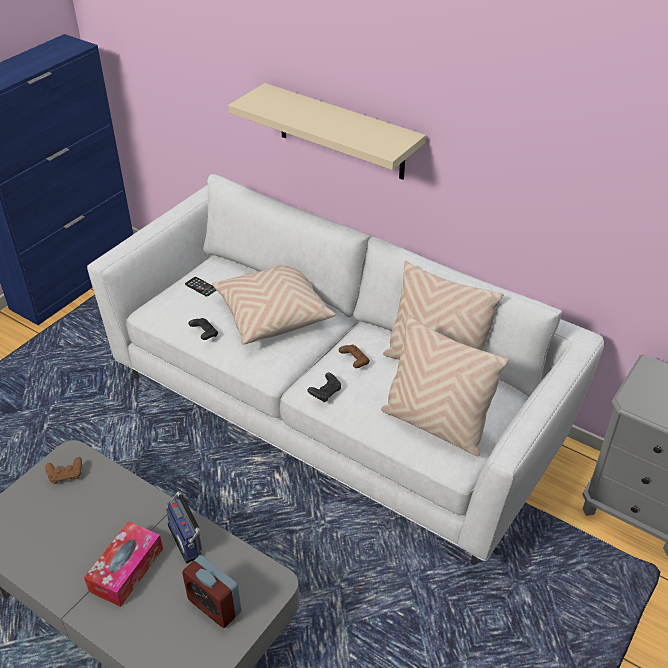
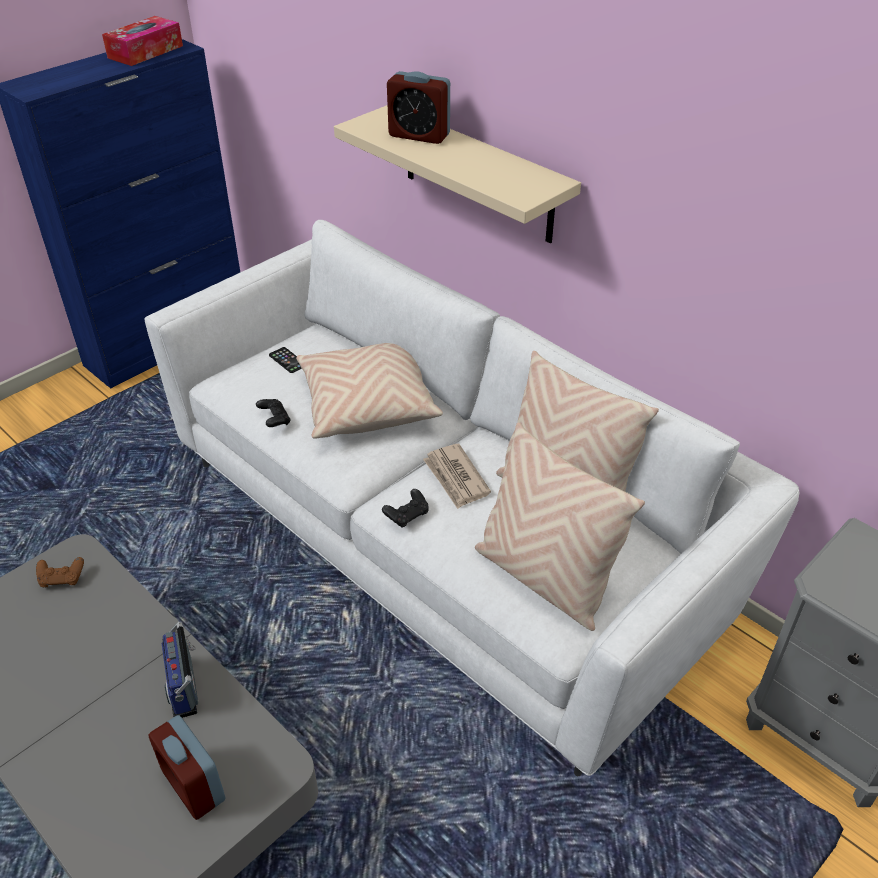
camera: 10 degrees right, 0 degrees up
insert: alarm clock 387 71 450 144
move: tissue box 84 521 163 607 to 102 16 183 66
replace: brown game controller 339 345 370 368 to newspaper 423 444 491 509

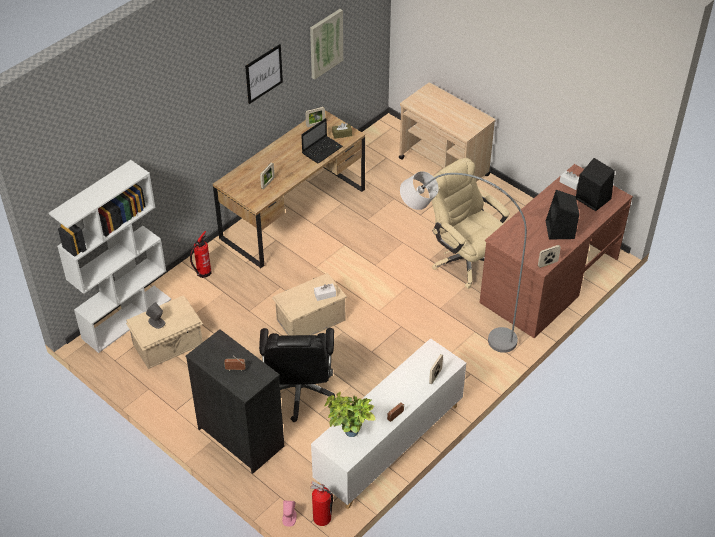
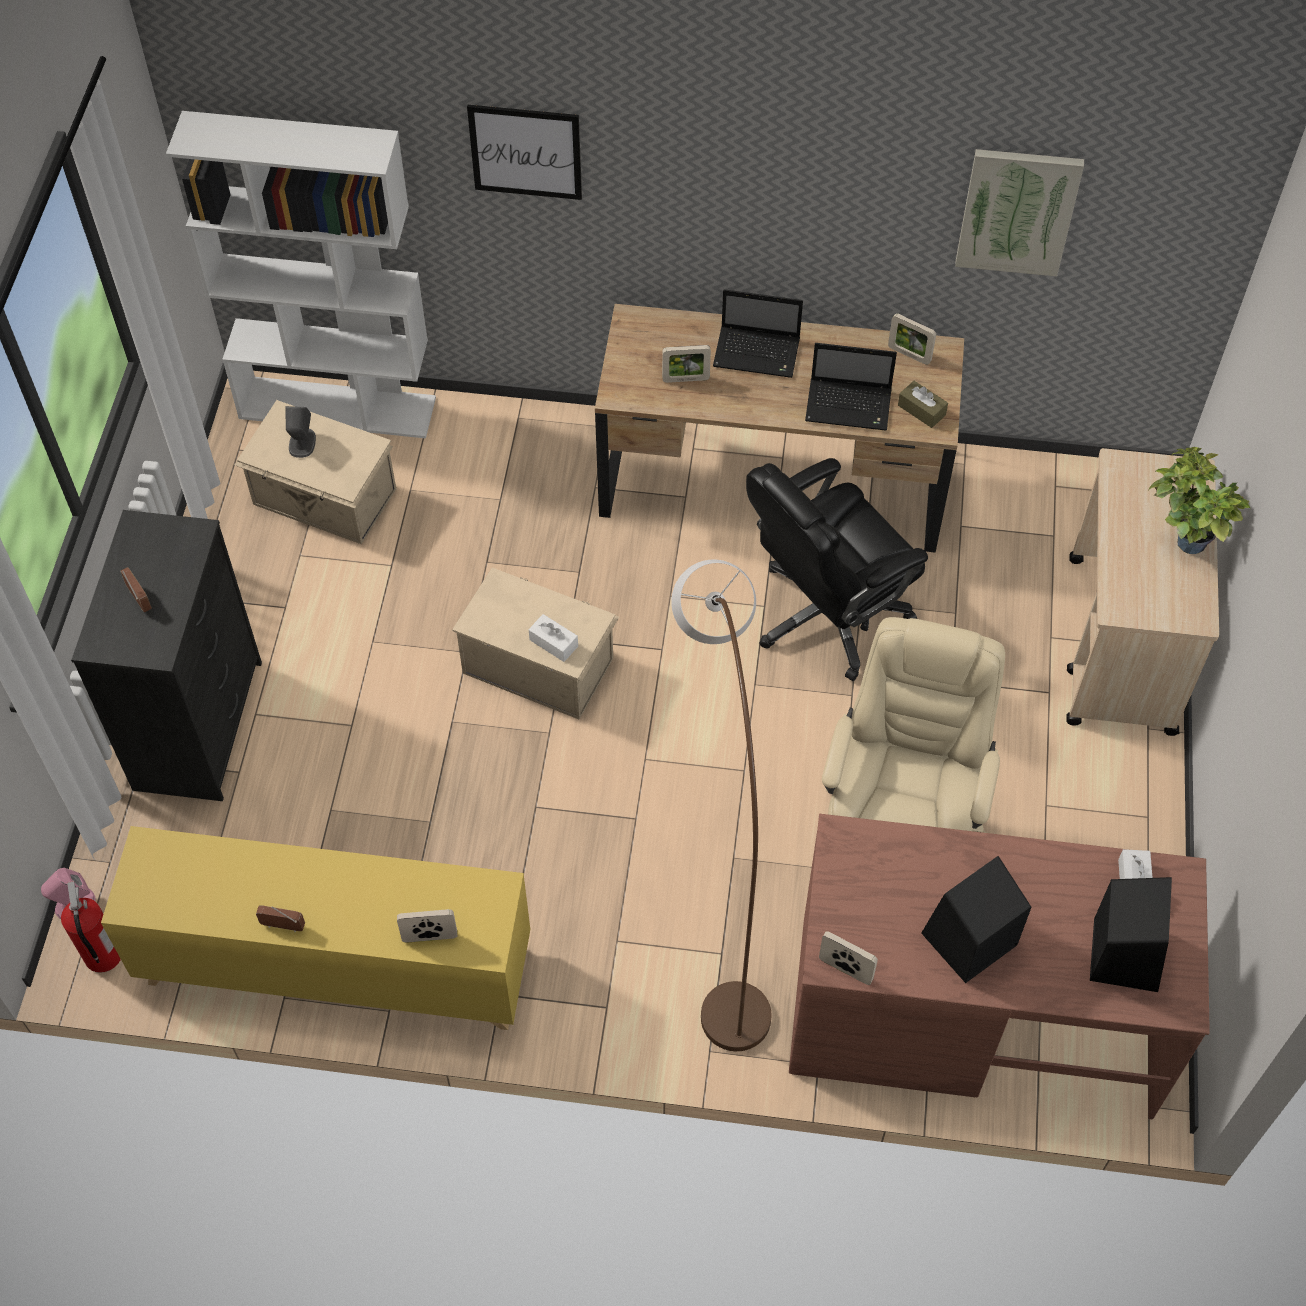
camera: 55 degrees right, 10 degrees up
delete: fire extinguisher 190 231 212 278
insert: laptop 713 289 803 378
move: picture 245 44 283 104 to 467 105 582 200; black office chair 259 328 335 422 to 746 458 928 681; potted plant 324 392 376 437 to 1148 447 1251 554
recolor: grey floor lamp 400 171 527 353 to brown floor lamp 671 559 772 1051; white cabinet 311 338 466 509 to yellow cabinet 101 826 530 1030

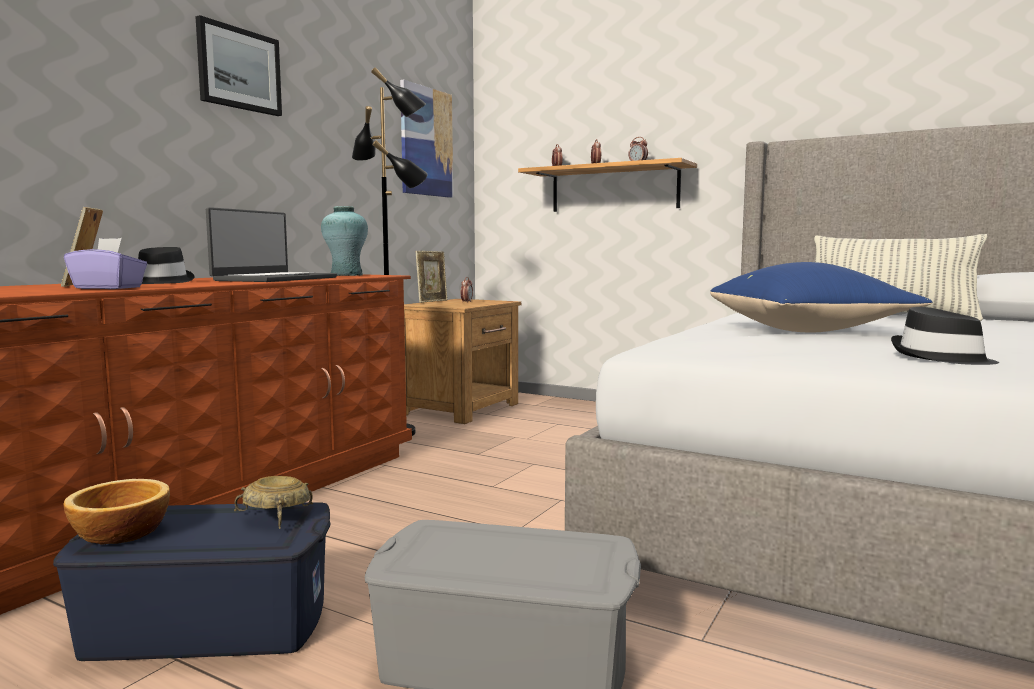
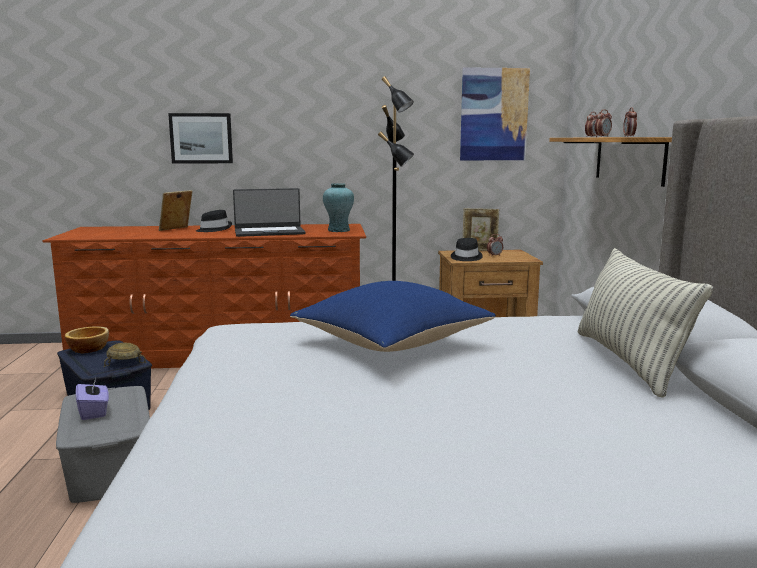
camera: 55 degrees right, 5 degrees up
move: picture 195 15 282 116 to 168 113 233 164; purple tissue box 64 238 147 289 to 75 378 109 420; black hat 891 307 999 365 to 451 238 483 261

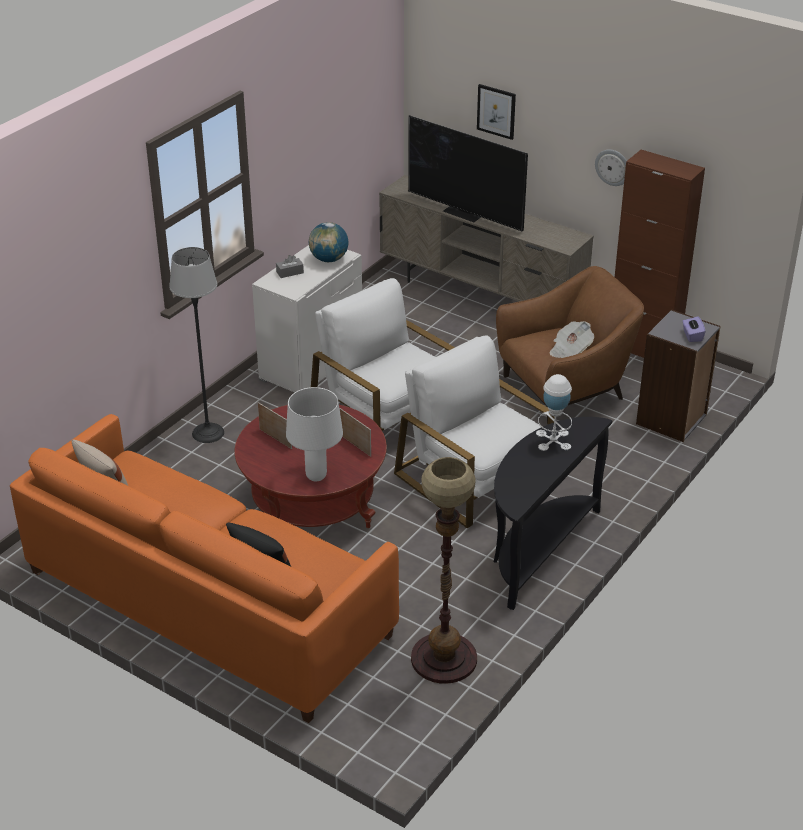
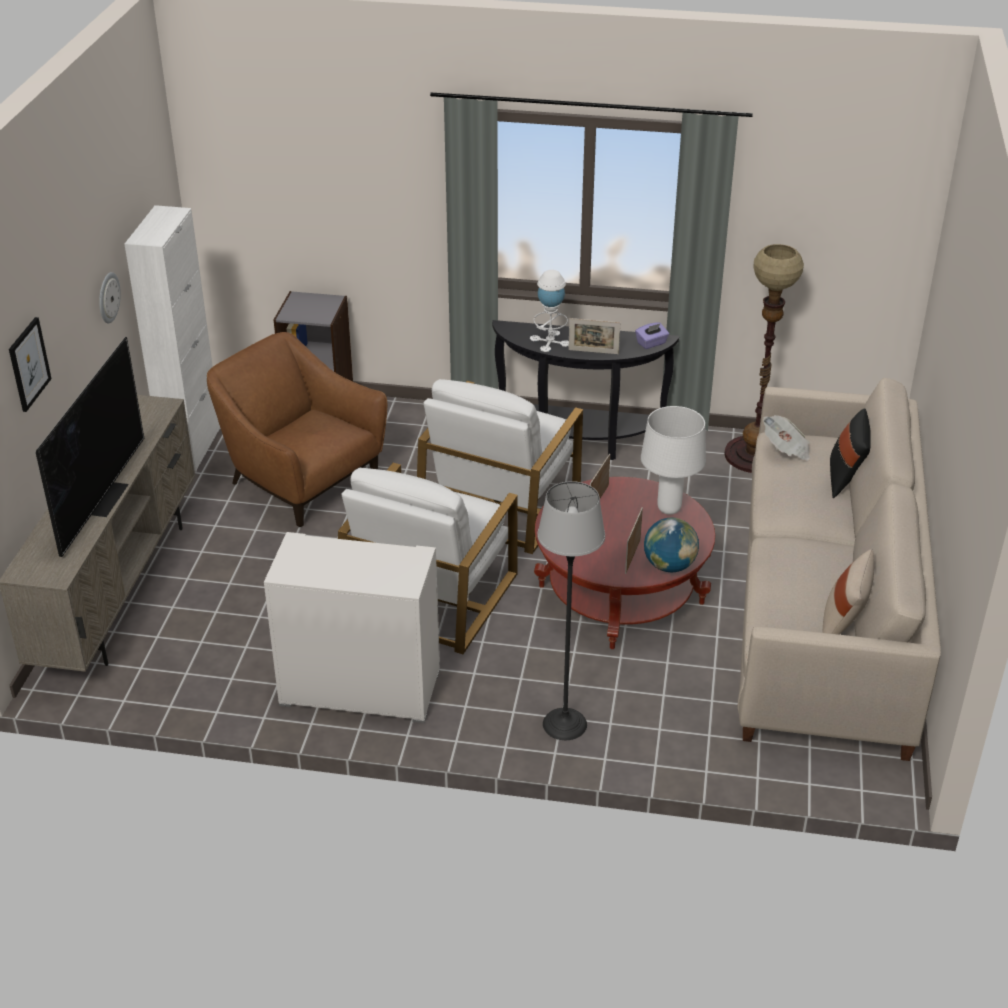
camera: 115 degrees left, 0 degrees up
delete: grey tissue box 276 255 304 278
insert: picture frame 568 318 620 354
move: globe 309 222 349 262 to 644 518 699 572; purple tissue box 682 317 705 342 to 635 322 669 349; newspaper 549 321 594 358 to 763 415 810 461
recolor: brown cabinet 615 150 705 358 to white cabinet 124 205 221 472; orange sofa 10 414 399 723 to beige sofa 737 378 941 761

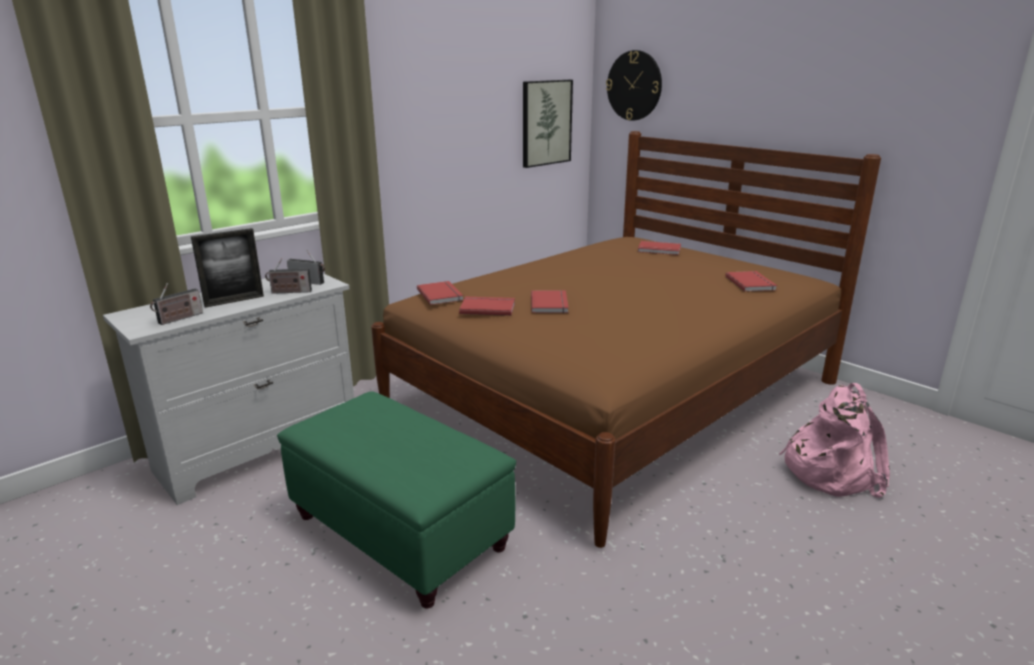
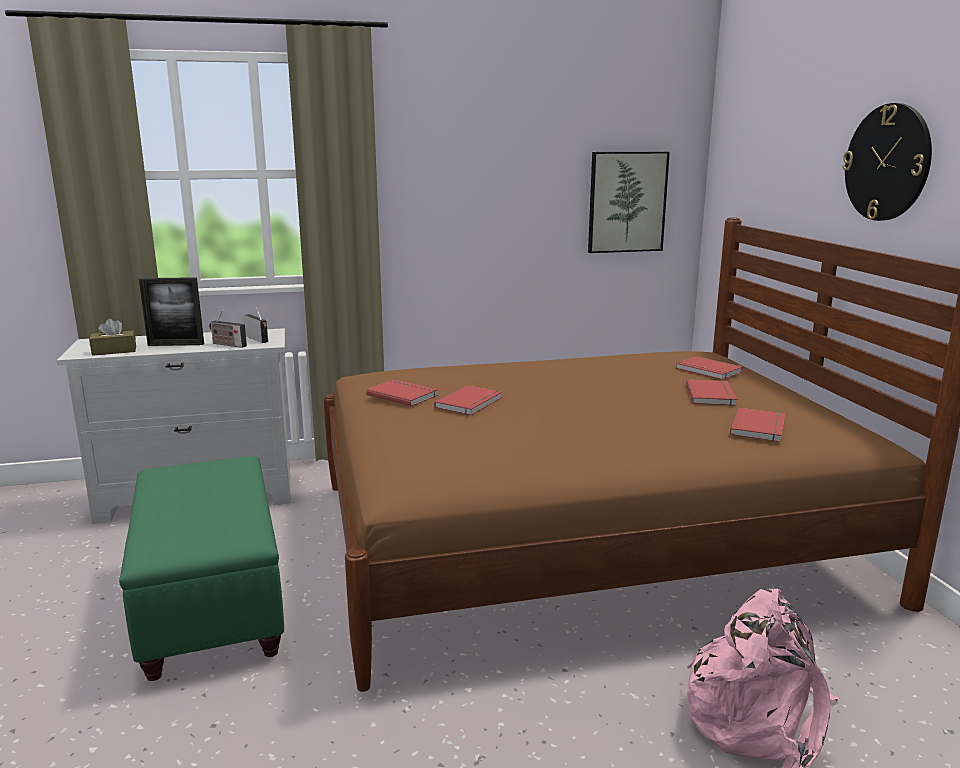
camera: 30 degrees right, 5 degrees down
move: wall clock 606 50 662 121 to 842 103 932 221; red book 417 281 464 305 to 686 380 737 406
replace: radio 150 283 203 325 to brown tissue box 89 318 136 356

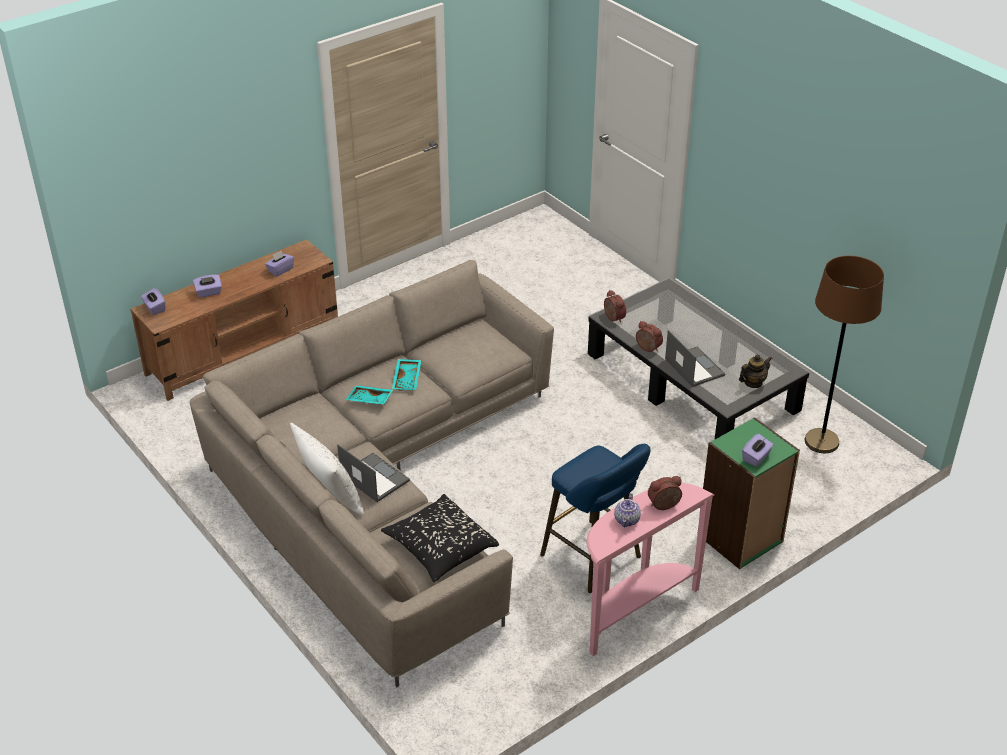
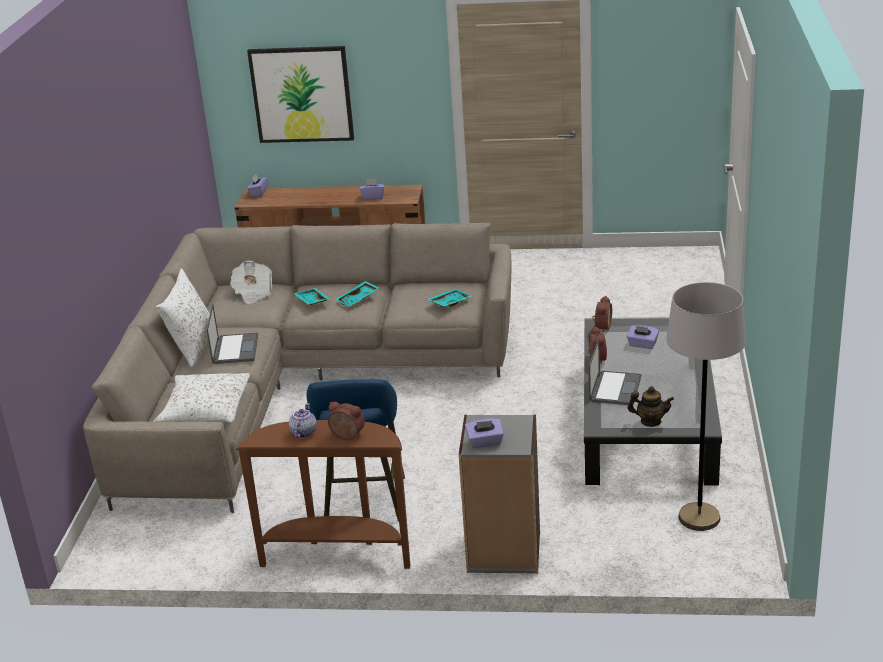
camera: 45 degrees right, 10 degrees down
insert: picture 247 46 354 143; newspaper 230 261 272 304; turquoise tray 428 289 472 307
move: purple tissue box 193 274 222 298 to 627 325 659 349
recolor: brown floor lamp 805 256 884 453 to grey floor lamp 666 282 746 531; green bookcase 697 417 800 569 to grey bookcase 459 415 540 574; pink console table 587 483 714 656 to brown console table 236 420 410 569; black pillow 381 494 499 582 to white pillow 154 373 250 423
rotate: teapot 614 493 641 527 = 289 403 317 438 135 degrees clockwise

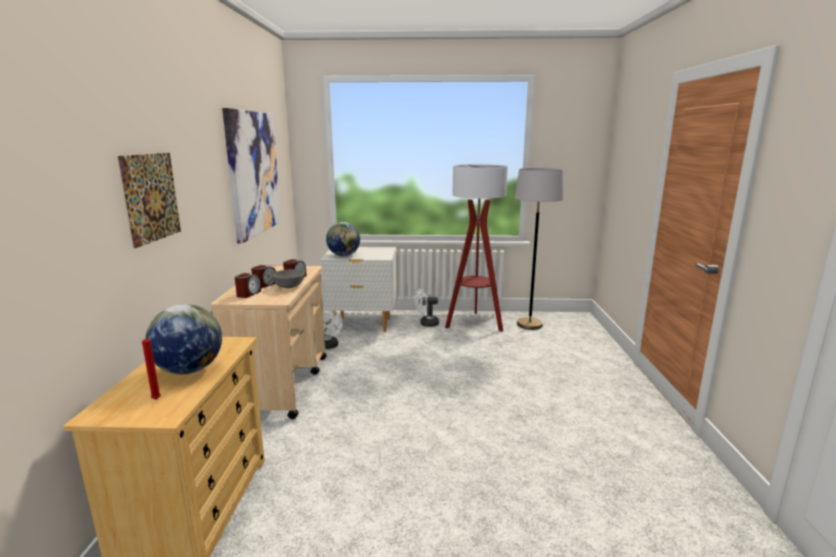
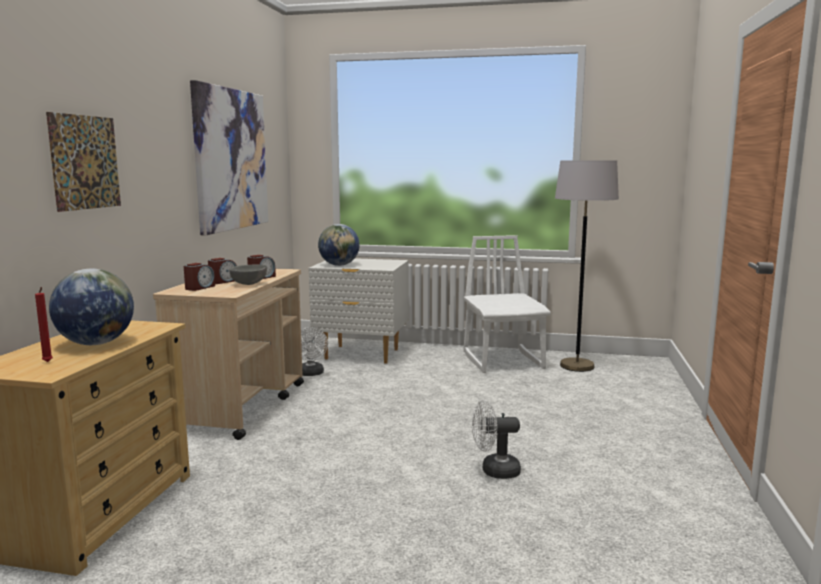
camera: 10 degrees right, 5 degrees down
move: white fan 414 289 439 327 to 472 400 521 479
replace: floor lamp 445 164 508 332 to white chair 463 235 551 373

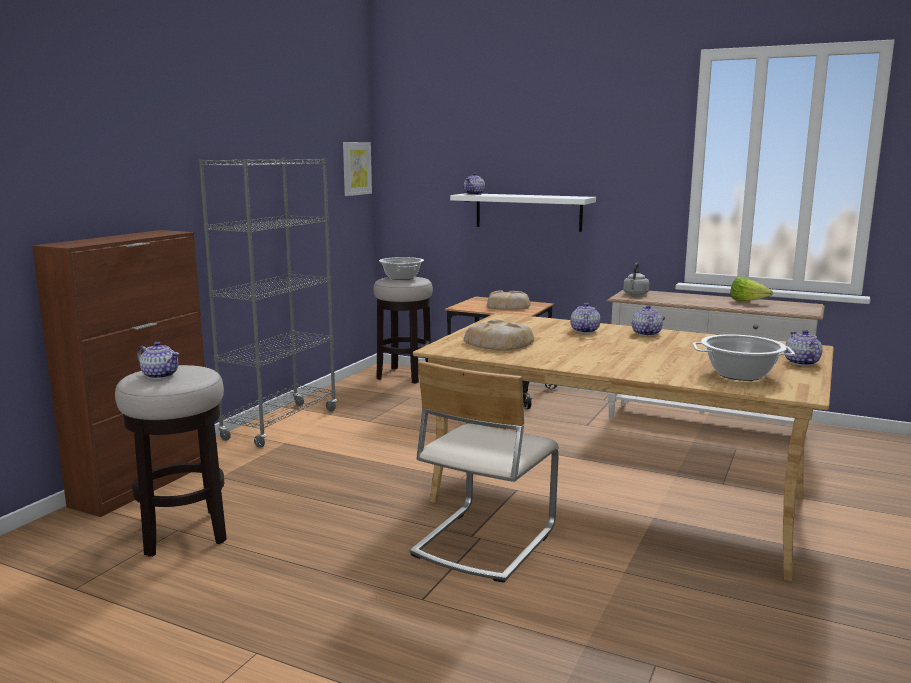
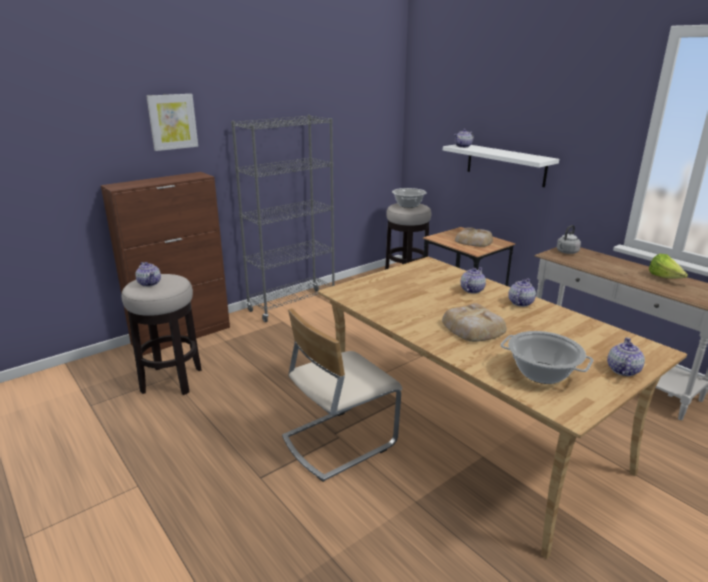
camera: 25 degrees right, 10 degrees up
move: picture 343 142 372 196 to 146 94 198 151; bread 464 320 534 351 to 442 303 507 342

